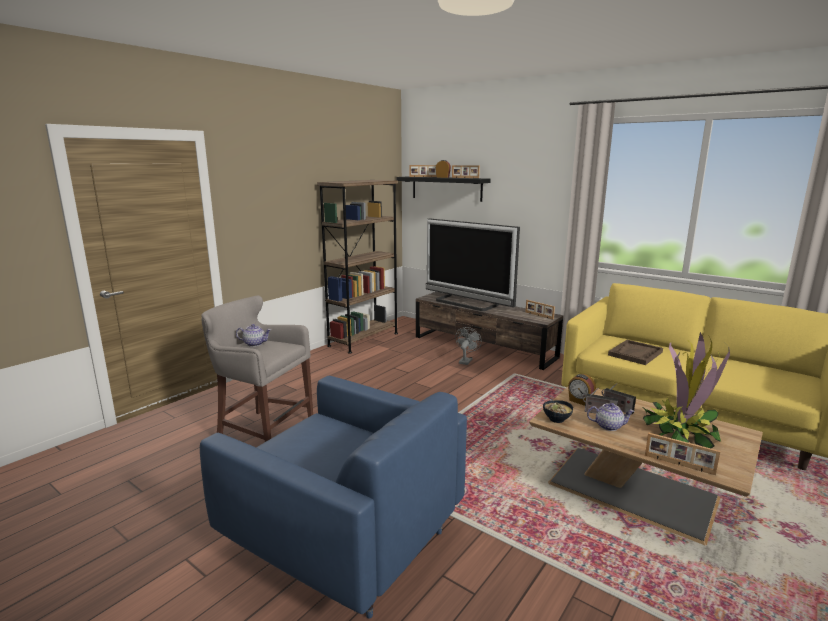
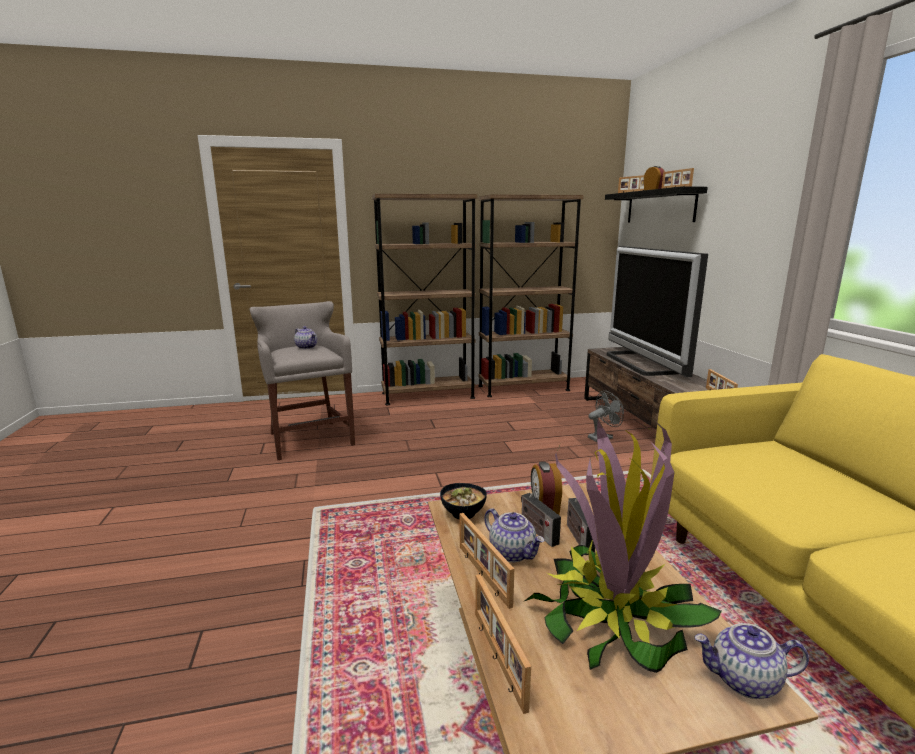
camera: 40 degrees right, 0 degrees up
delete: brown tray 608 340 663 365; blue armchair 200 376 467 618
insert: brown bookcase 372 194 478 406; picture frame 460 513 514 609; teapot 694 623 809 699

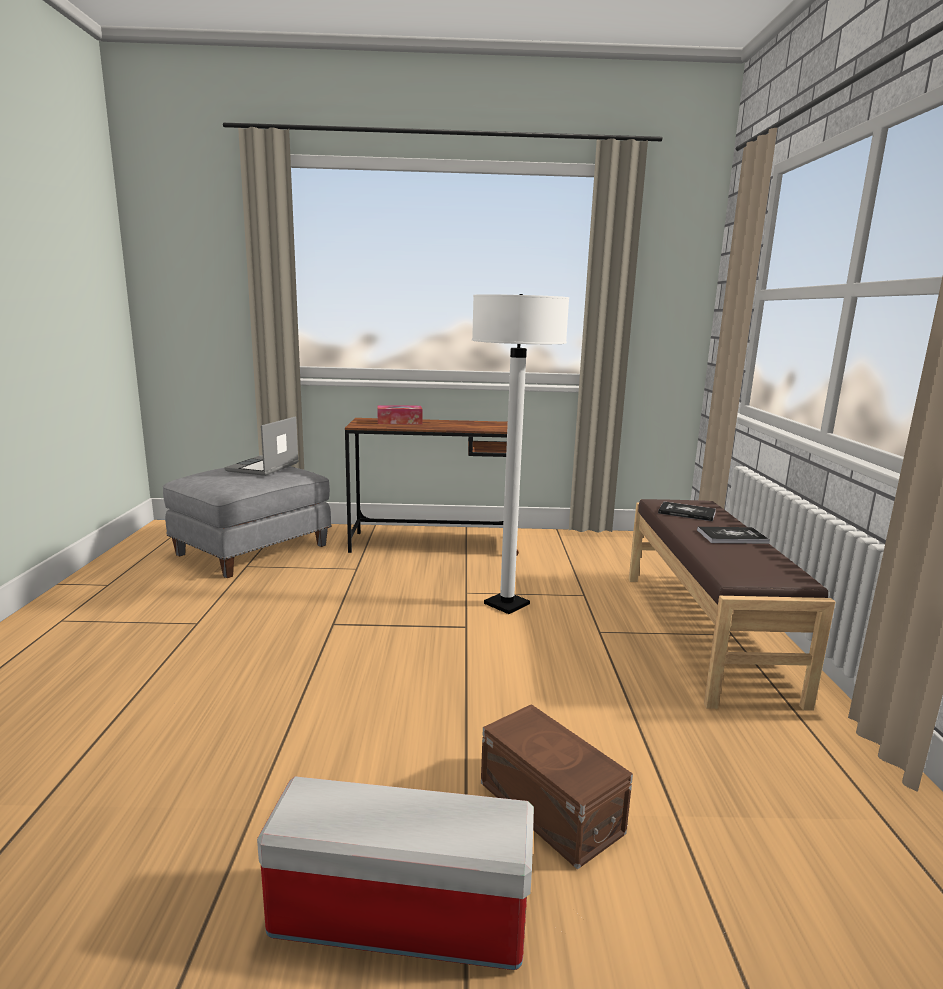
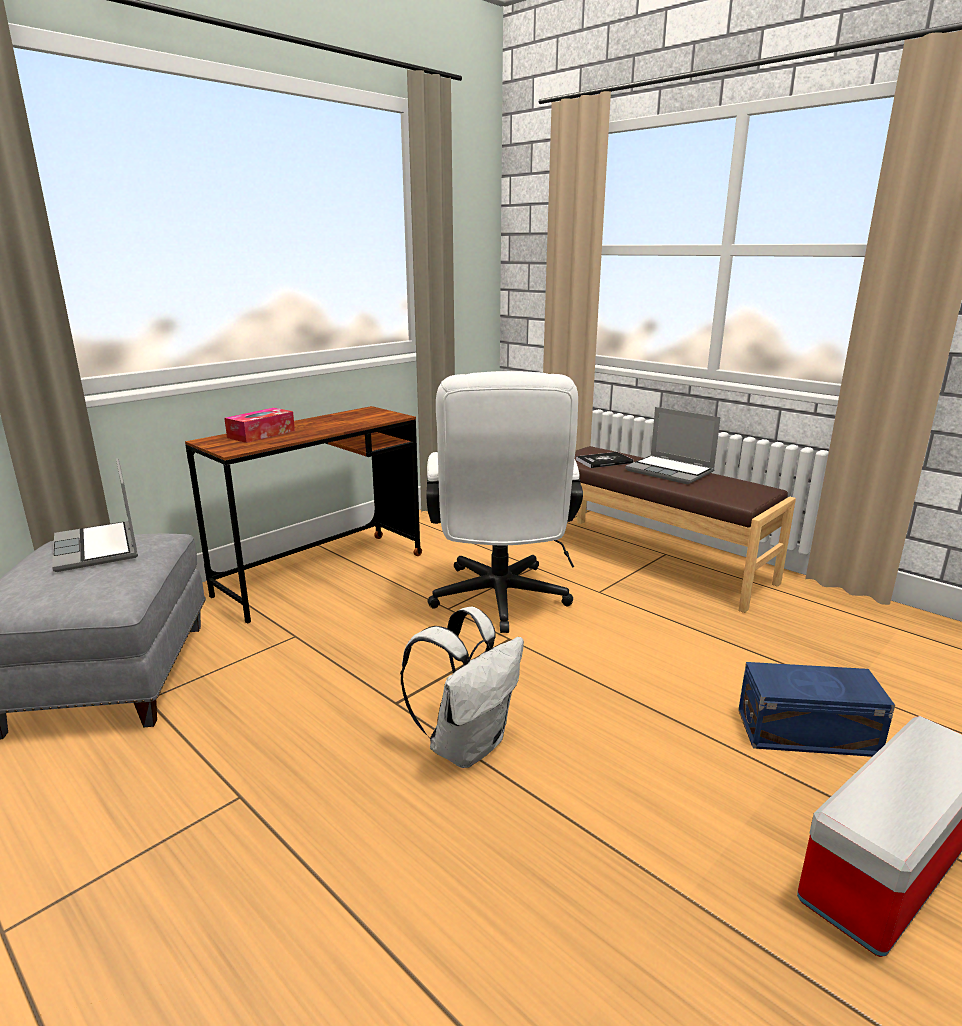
camera: 45 degrees left, 5 degrees up
insert: white backpack 400 607 524 768
replace: white floor lamp 472 294 569 614 to white office chair 426 371 583 633; book 697 527 770 544 to laptop 625 407 721 484
recolor: brown storage box 481 704 633 870 to blue storage box 738 662 895 757

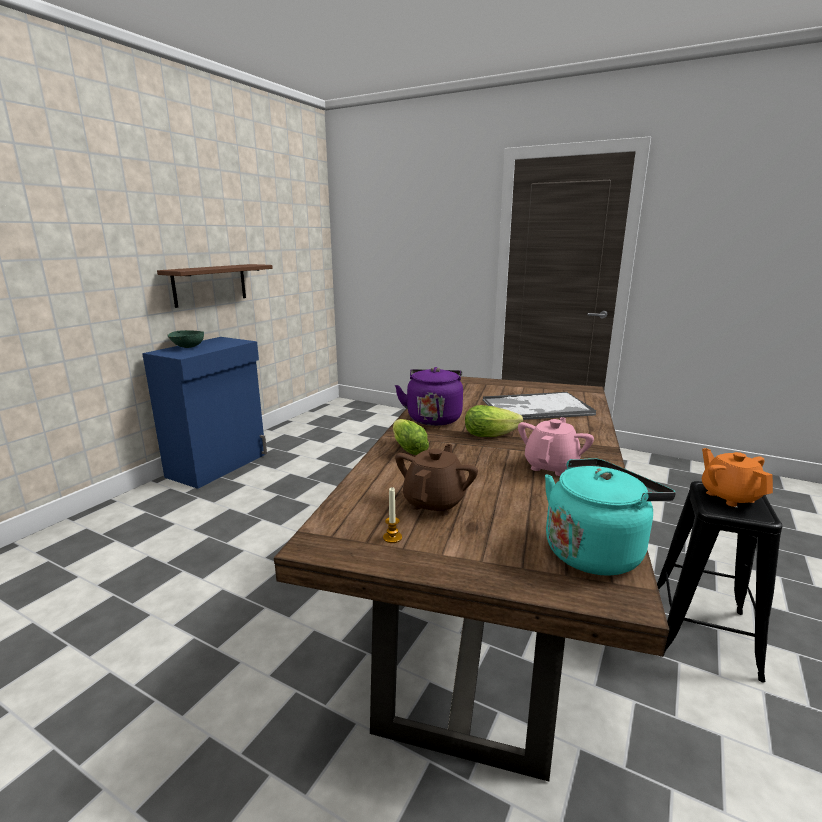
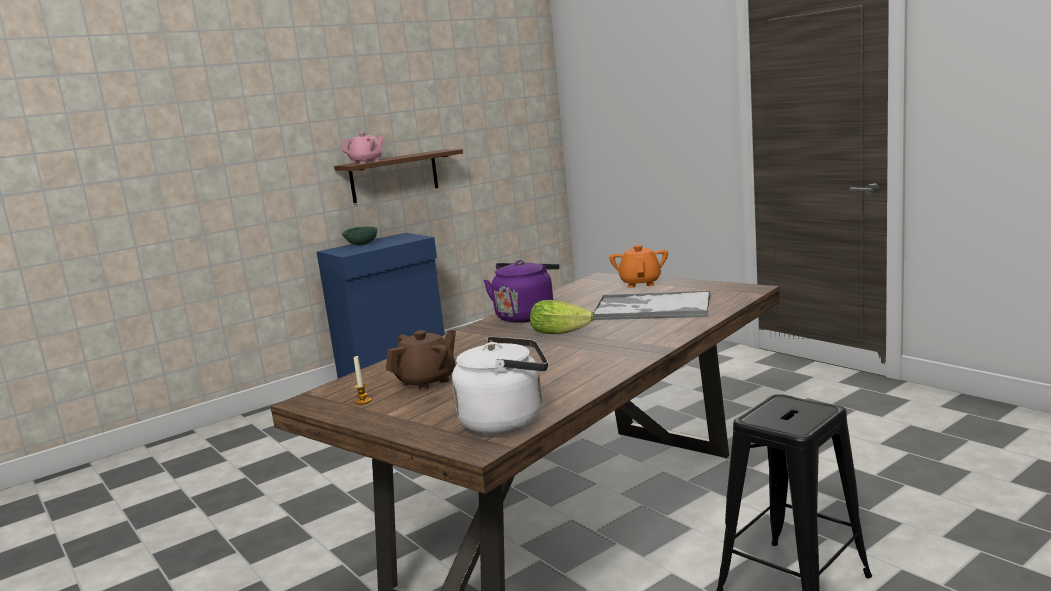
camera: 25 degrees right, 5 degrees down
delete: lettuce 393 419 429 455
move: pink teapot 518 417 594 476 to 342 132 384 164; orange teapot 702 448 773 507 to 609 245 668 288
recolor: turquoise kettle 545 458 676 576 to white kettle 452 336 548 435

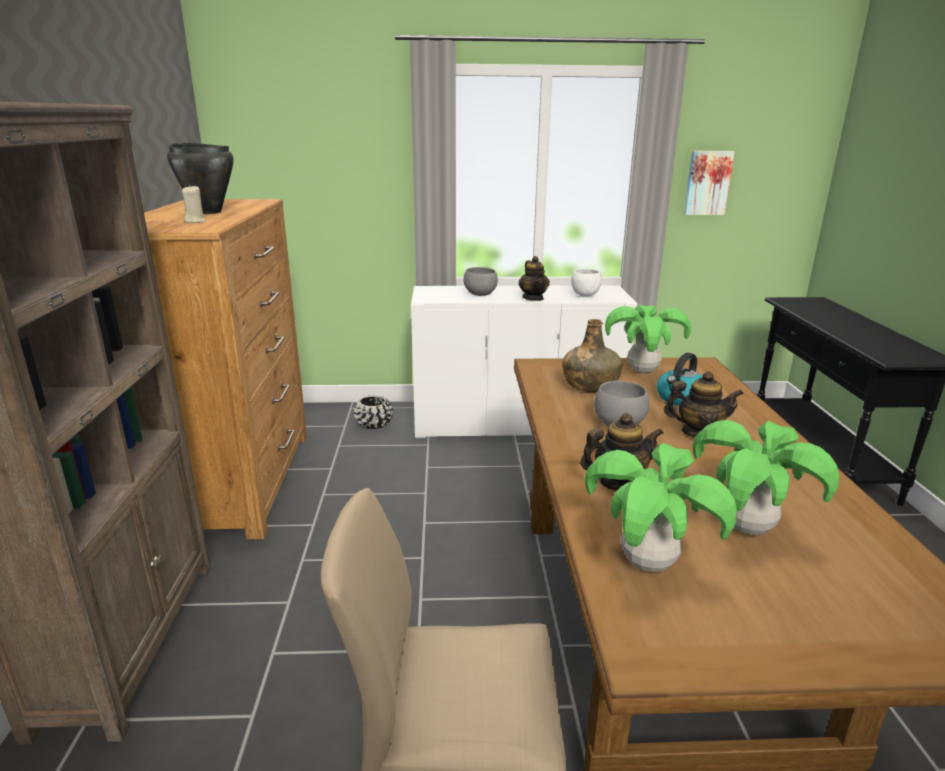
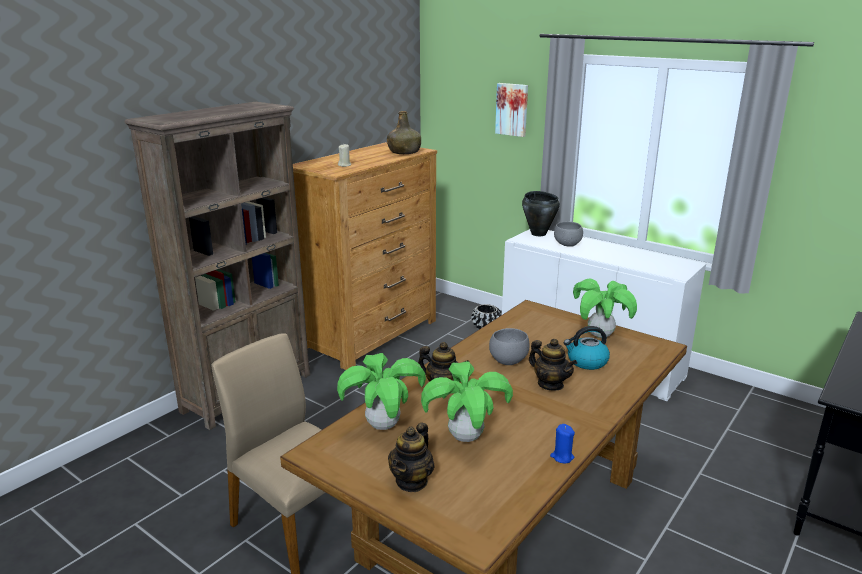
camera: 40 degrees right, 0 degrees up
delete: white bowl 571 269 602 297
insert: blue candle 550 424 575 463
move: black cooking pot 167 142 234 214 to 522 191 560 236; picture 684 151 735 215 to 495 83 528 137; teapot 519 256 550 301 to 388 422 435 492; green bottle 562 319 623 392 to 387 111 421 154

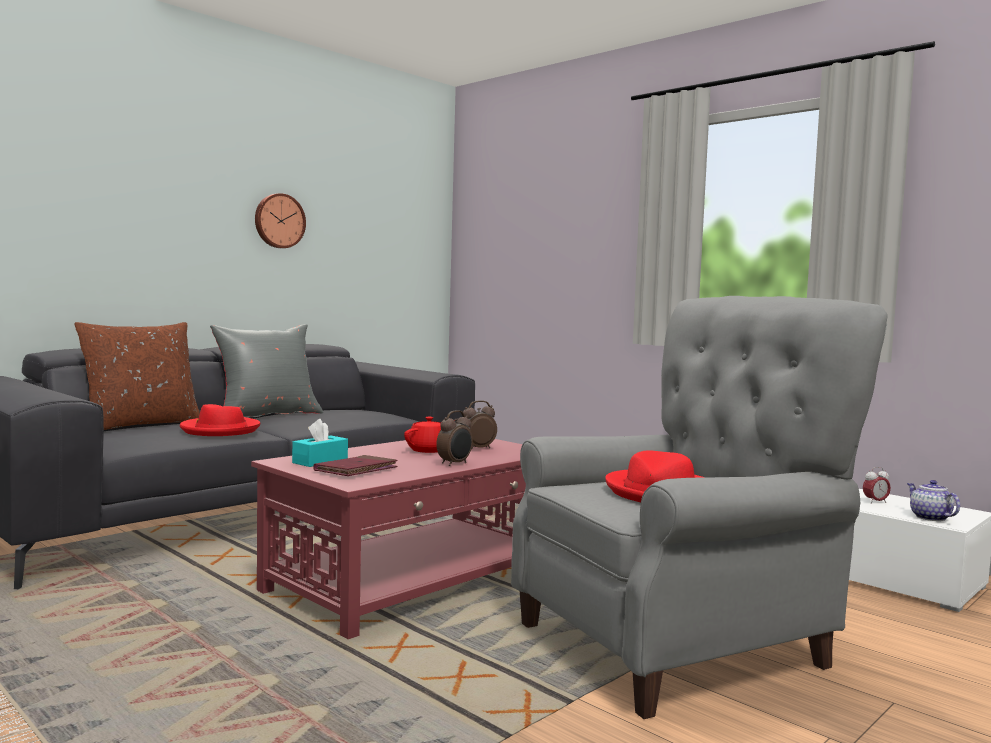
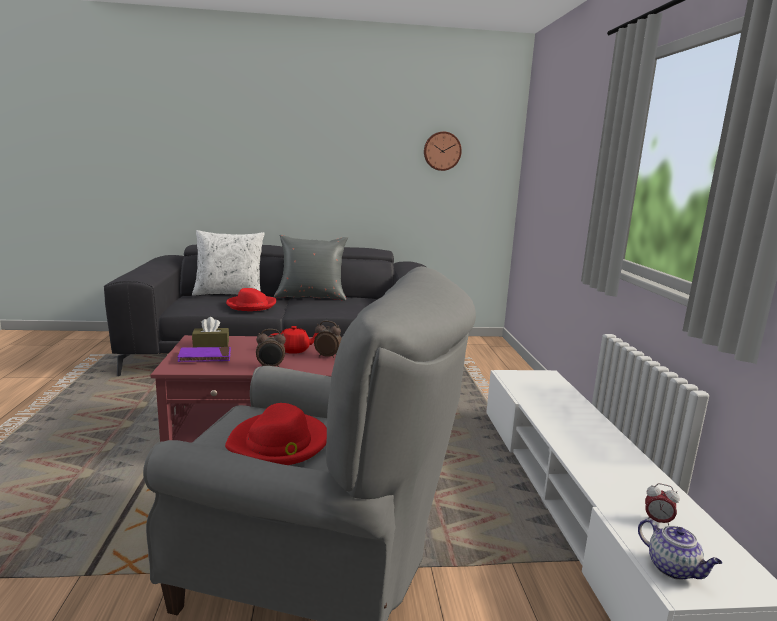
camera: 40 degrees right, 10 degrees up
move: wall clock 255 193 306 248 to 424 131 462 171
recolor: brown pillow 74 322 200 430 to white pillow 192 230 265 296; turquoise tissue box 292 419 348 467 to brown tissue box 192 317 229 347; red book 314 455 398 476 to purple book 178 347 231 362
rotate: teapot 907 480 960 521 = 638 519 722 580 120 degrees clockwise

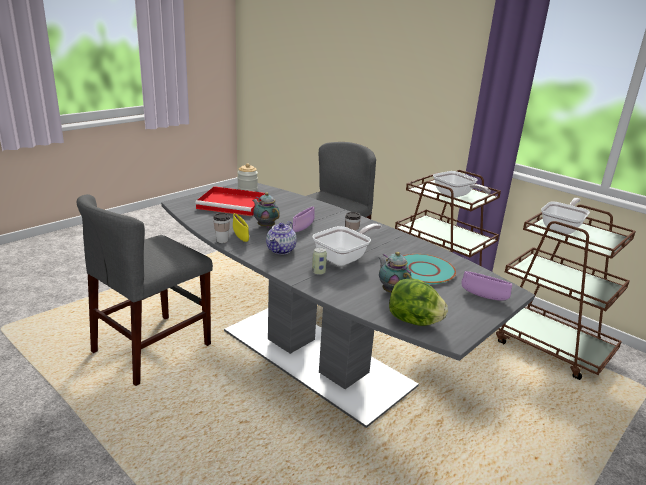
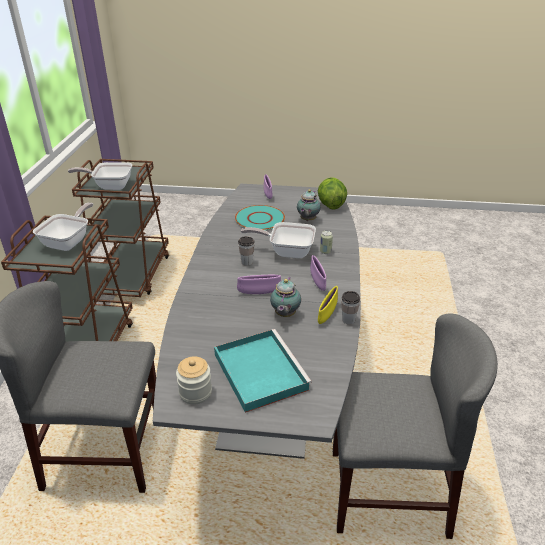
camera: 125 degrees left, 10 degrees up
replace: teapot 266 221 297 254 to purple bowl 310 255 326 291
recolor: red tray 195 186 265 216 to turquoise tray 214 329 312 413

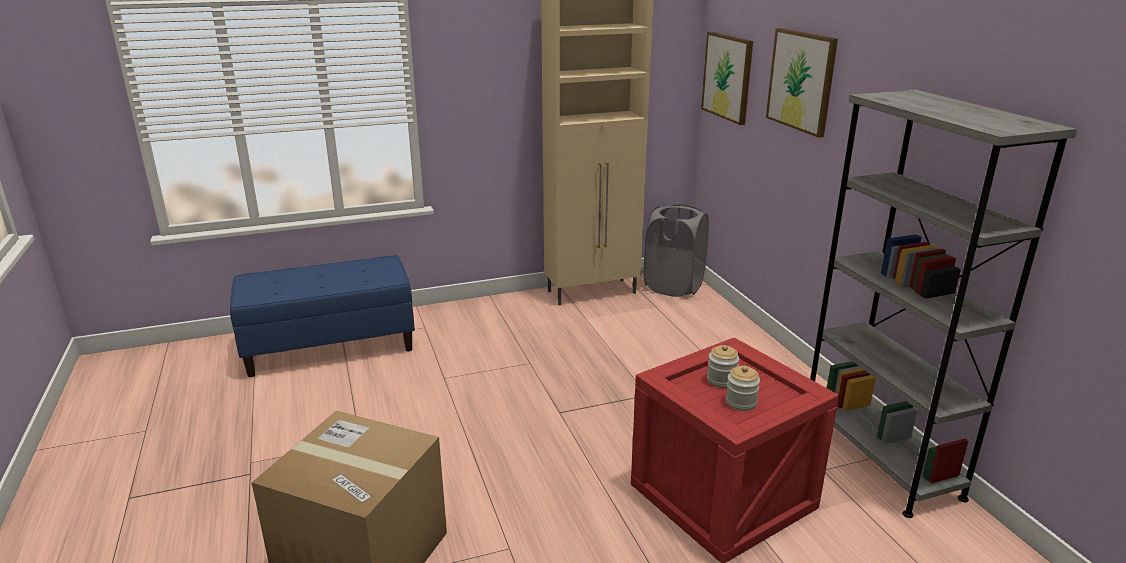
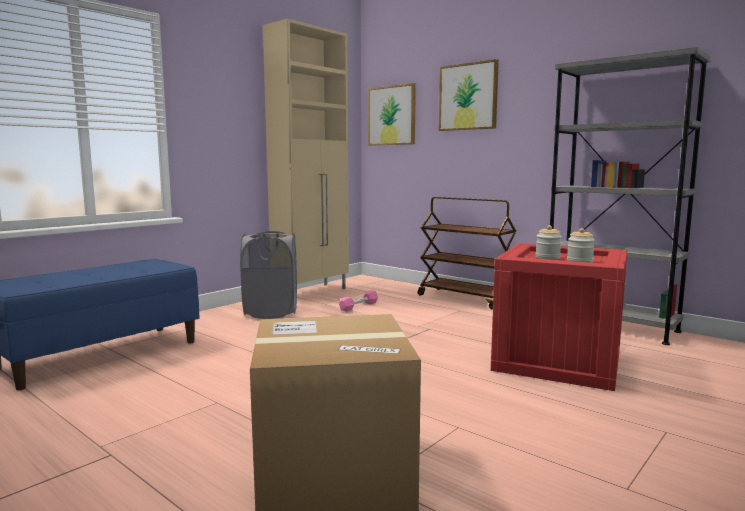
camera: 30 degrees left, 15 degrees down
insert: brown cart 417 197 516 310; pink dumbbell 339 290 378 312
move: grey laundry basket 644 204 709 297 to 240 231 297 319

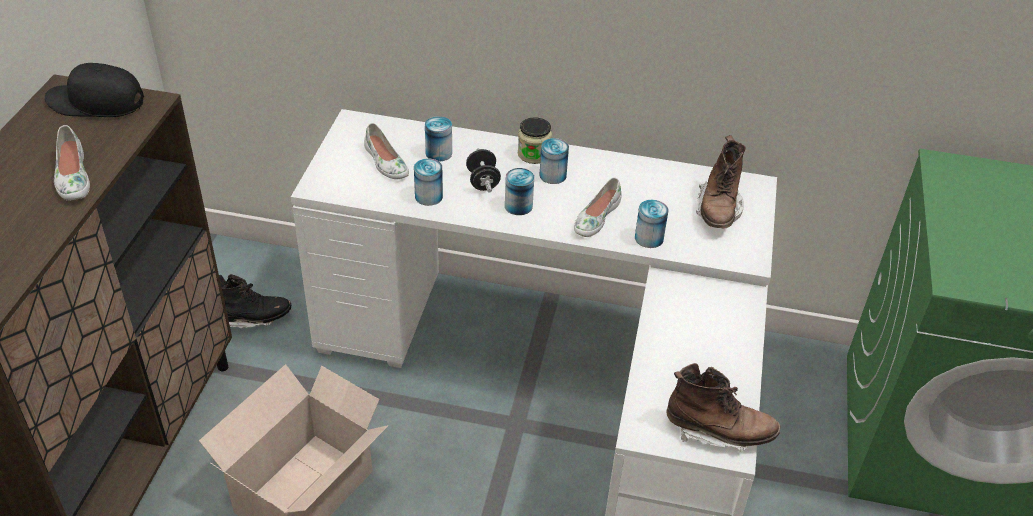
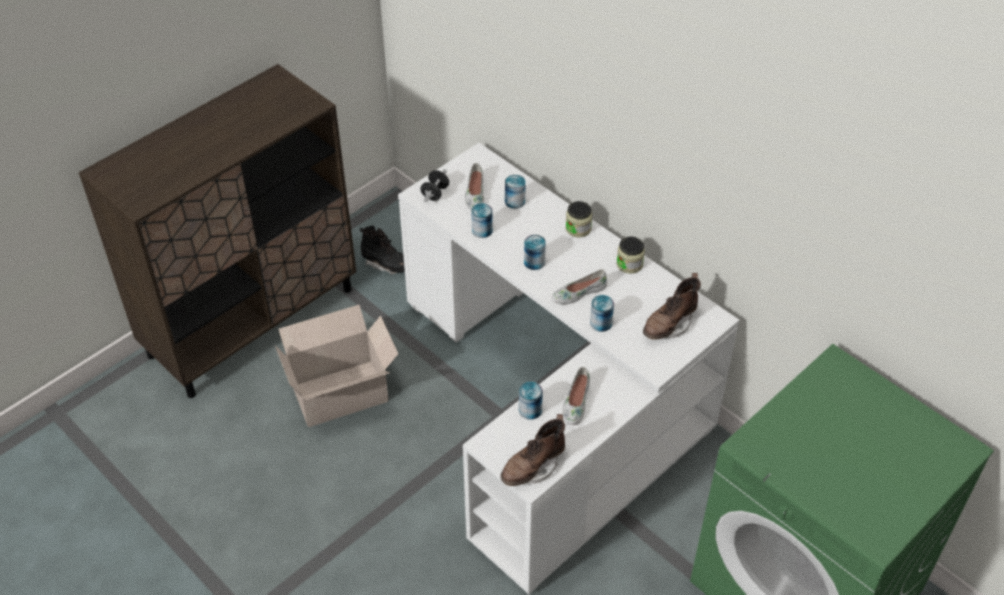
camera: 35 degrees right, 5 degrees up
delete: black cap 45 63 144 117
insert: jar 617 236 645 274
move: white shoe 54 125 90 201 to 563 367 590 425; can 539 138 569 184 to 519 382 543 420; black dumbbell 466 148 501 193 to 420 169 449 203
rotate: brown boot 666 363 781 452 = 501 414 565 486 90 degrees clockwise

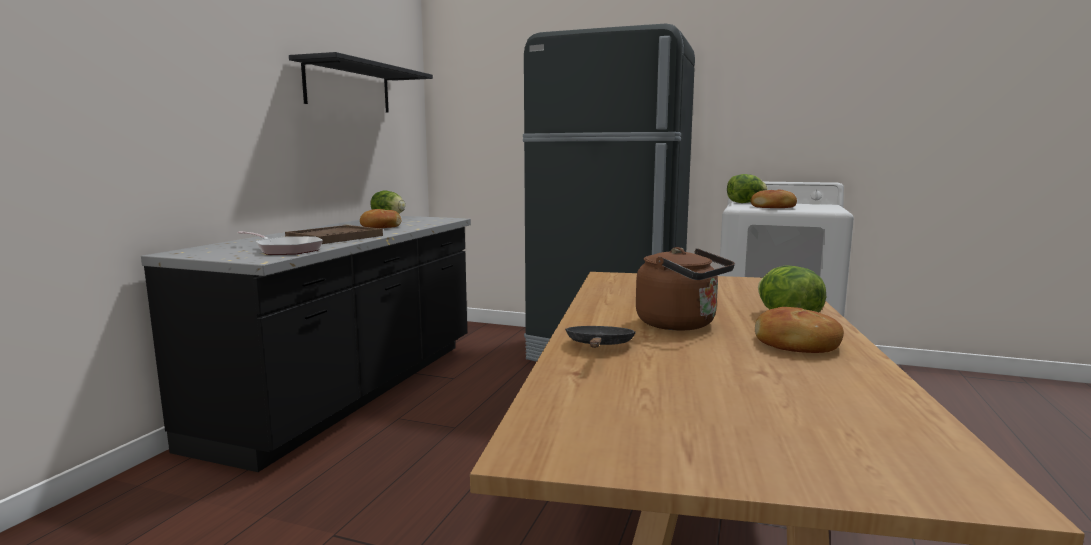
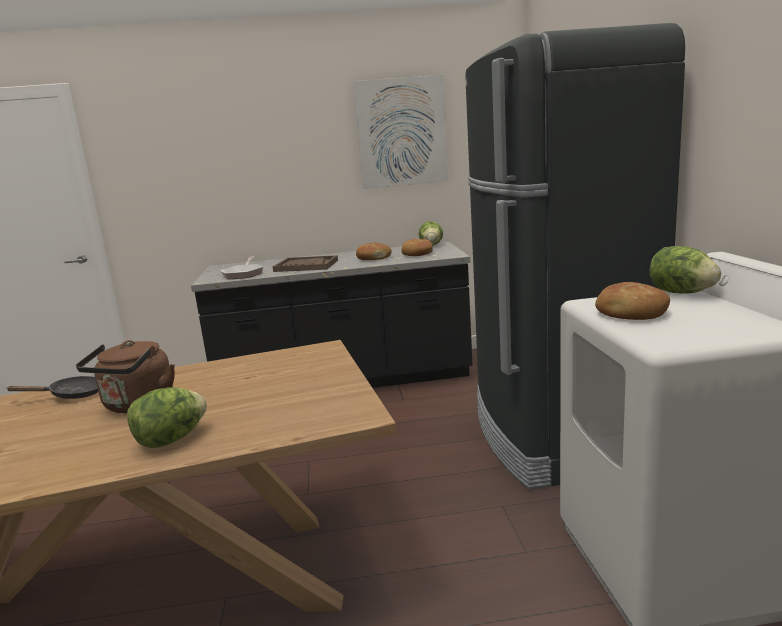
camera: 65 degrees right, 5 degrees up
move: bread 755 307 844 353 to 401 239 433 256
replace: black shelf 289 52 433 113 to picture 353 75 448 189

